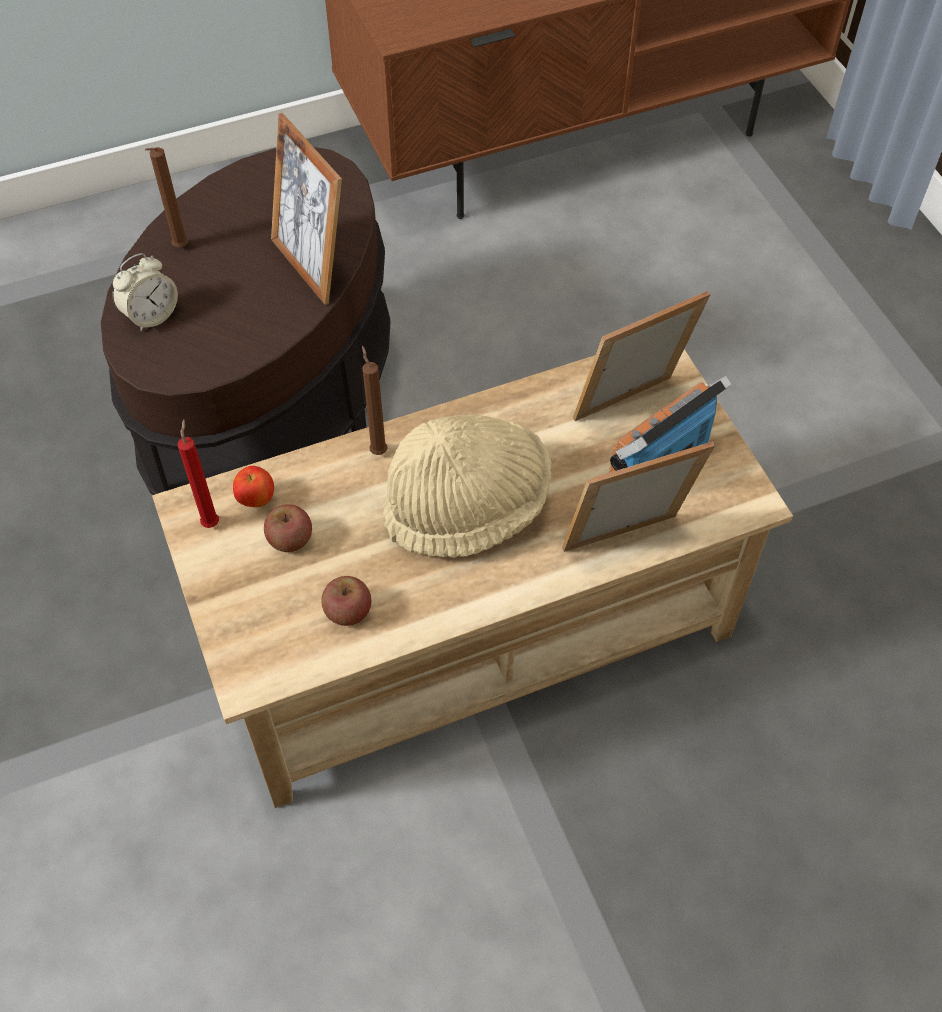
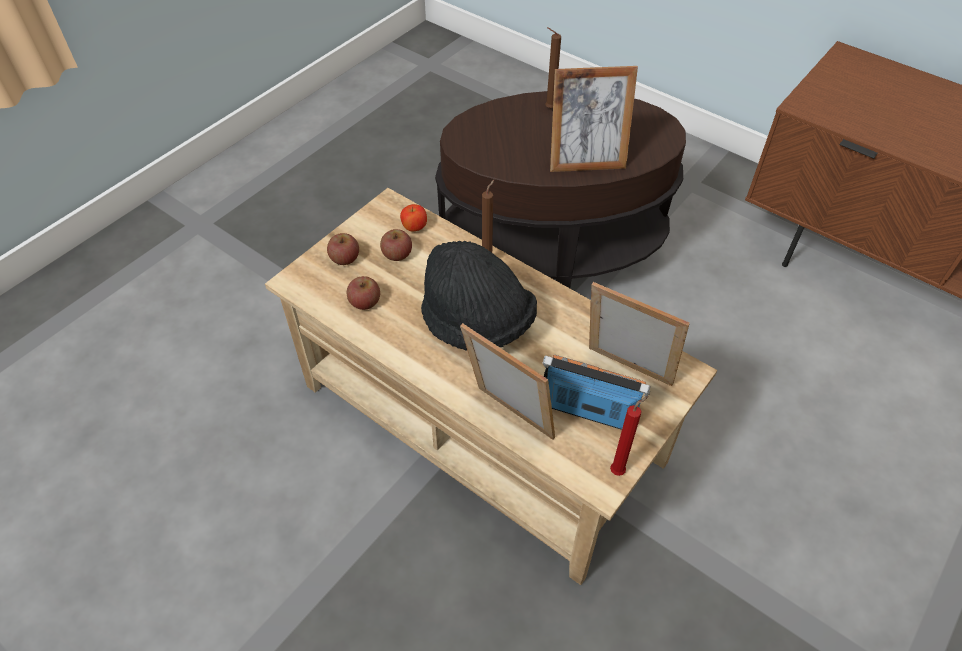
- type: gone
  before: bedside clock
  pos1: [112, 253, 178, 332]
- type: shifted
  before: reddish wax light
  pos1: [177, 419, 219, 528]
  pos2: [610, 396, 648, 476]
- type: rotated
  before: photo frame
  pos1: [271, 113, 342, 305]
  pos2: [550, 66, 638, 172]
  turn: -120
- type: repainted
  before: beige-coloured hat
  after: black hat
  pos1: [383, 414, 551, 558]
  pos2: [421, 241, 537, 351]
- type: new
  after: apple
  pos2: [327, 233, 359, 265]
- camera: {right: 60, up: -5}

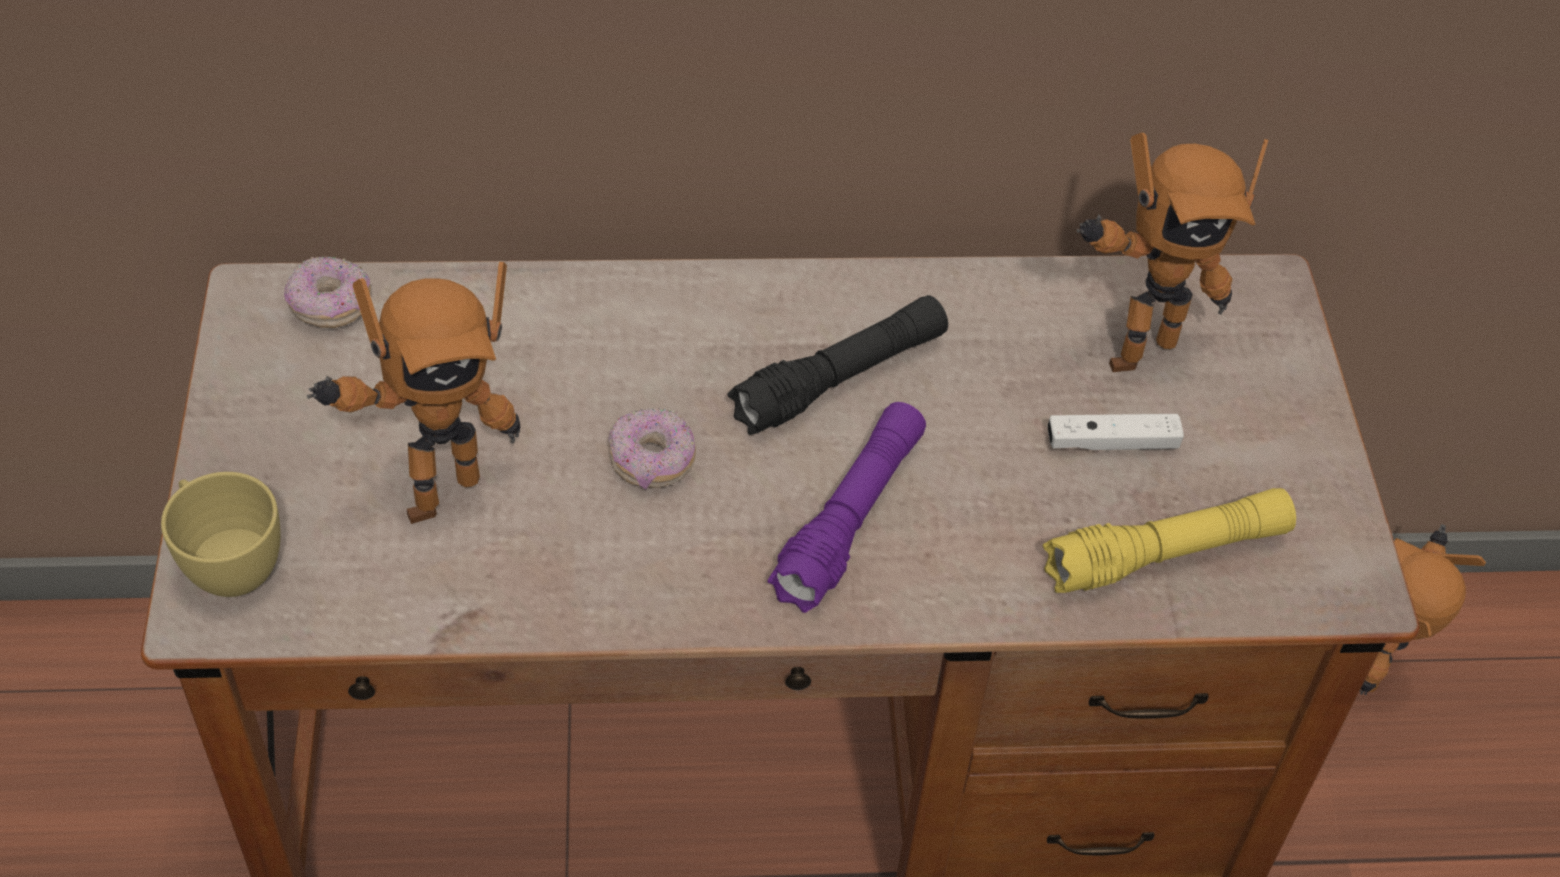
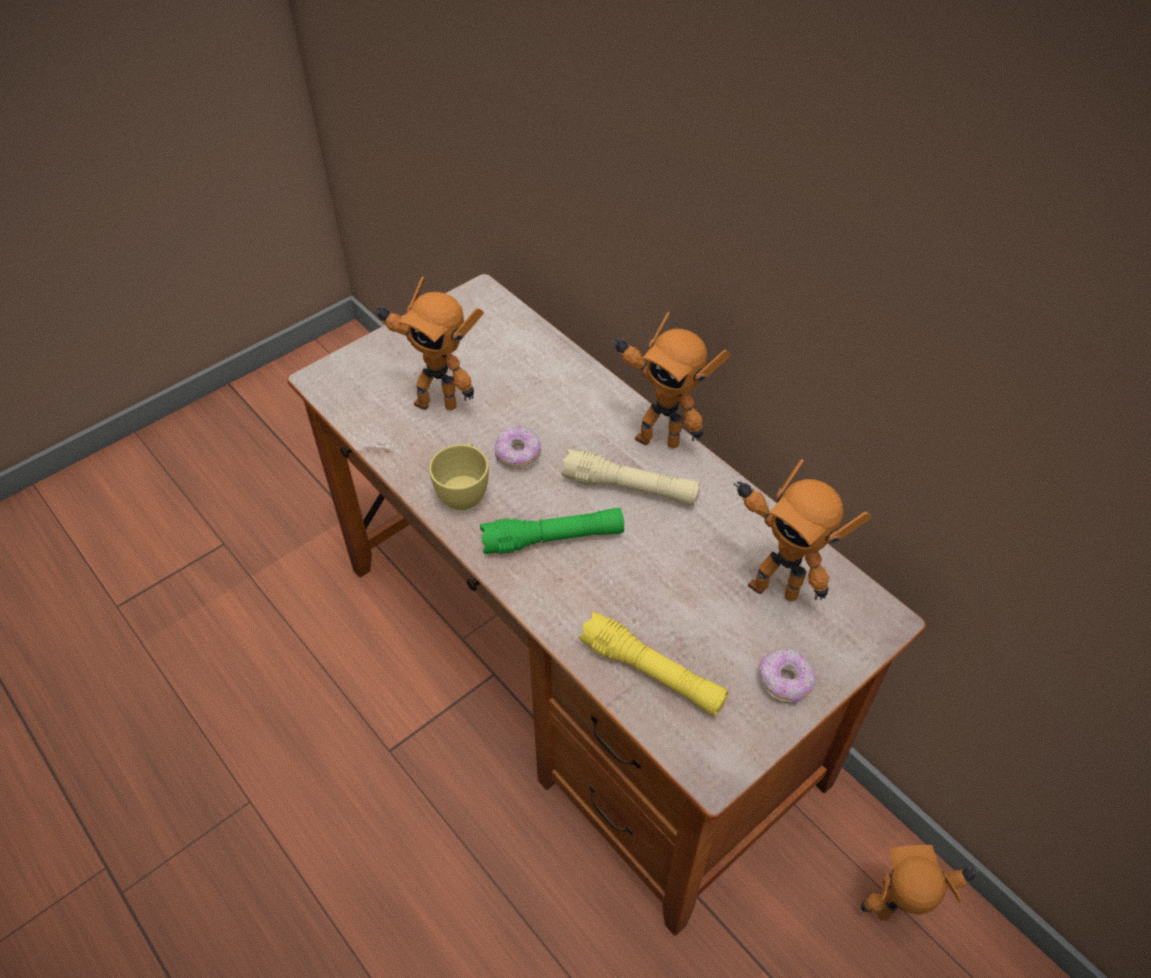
- type: shifted
  before: yellow cup
  pos1: [161, 472, 281, 597]
  pos2: [429, 443, 489, 510]
- type: shifted
  before: ring doughnut
  pos1: [284, 256, 371, 328]
  pos2: [759, 648, 815, 704]
- type: repainted
  before: black flashlight
  after: beige-coloured flashlight
  pos1: [728, 295, 948, 435]
  pos2: [561, 449, 700, 506]
- type: repainted
  before: purplish flashlight
  after: green flashlight
  pos1: [767, 402, 926, 613]
  pos2: [480, 508, 624, 554]
- type: gone
  before: whitish gamepad
  pos1: [1048, 414, 1184, 450]
- type: new
  after: model robot
  pos2: [612, 312, 731, 448]
- camera: {right: 55, up: 0}

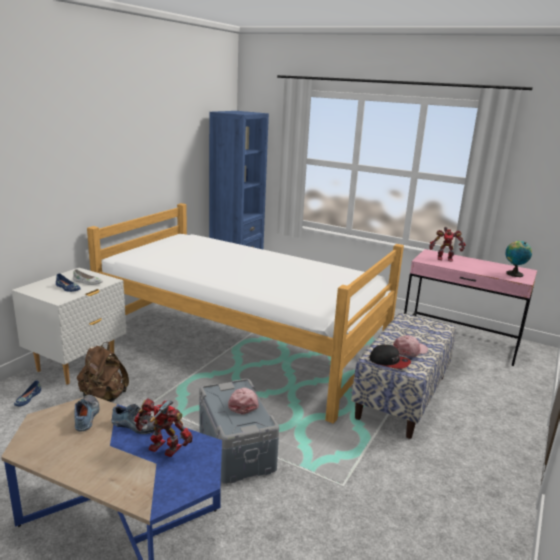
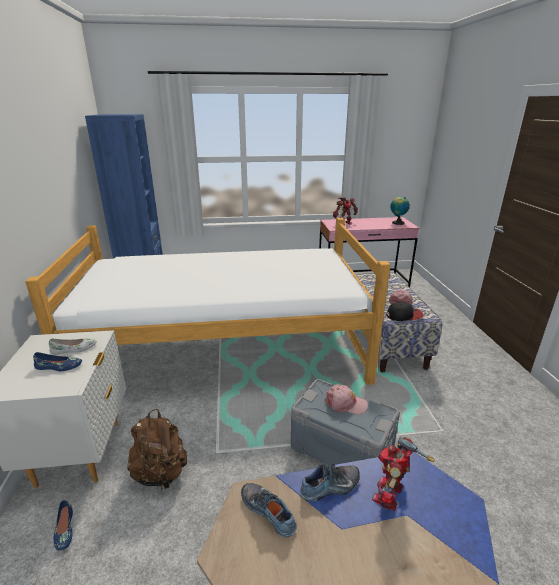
- type: rotated
  before: model robot
  pos1: [134, 399, 193, 457]
  pos2: [372, 437, 435, 511]
  turn: -45
- type: rotated
  before: pinkish peaked cap
  pos1: [228, 388, 259, 415]
  pos2: [325, 384, 368, 414]
  turn: 135
- camera: {right: -35, up: 5}

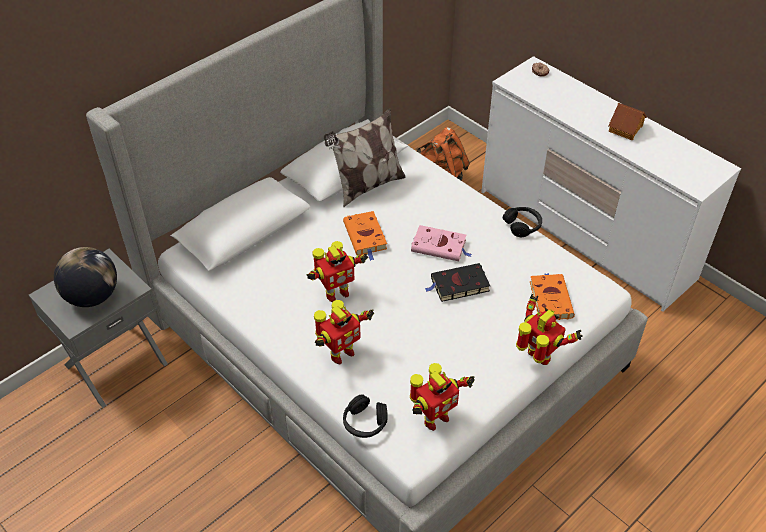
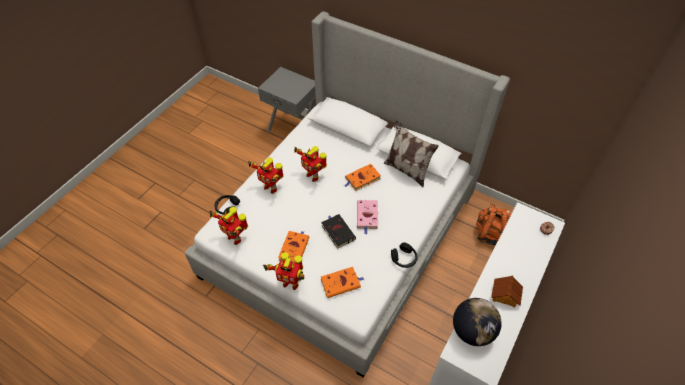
- type: shifted
  before: world globe
  pos1: [54, 247, 117, 307]
  pos2: [453, 298, 502, 346]
- type: rotated
  before: model robot
  pos1: [516, 294, 583, 365]
  pos2: [263, 252, 304, 290]
  turn: 75
- type: new
  after: orange-coloured volume
  pos2: [278, 231, 309, 263]
- camera: {right: 75, up: 5}

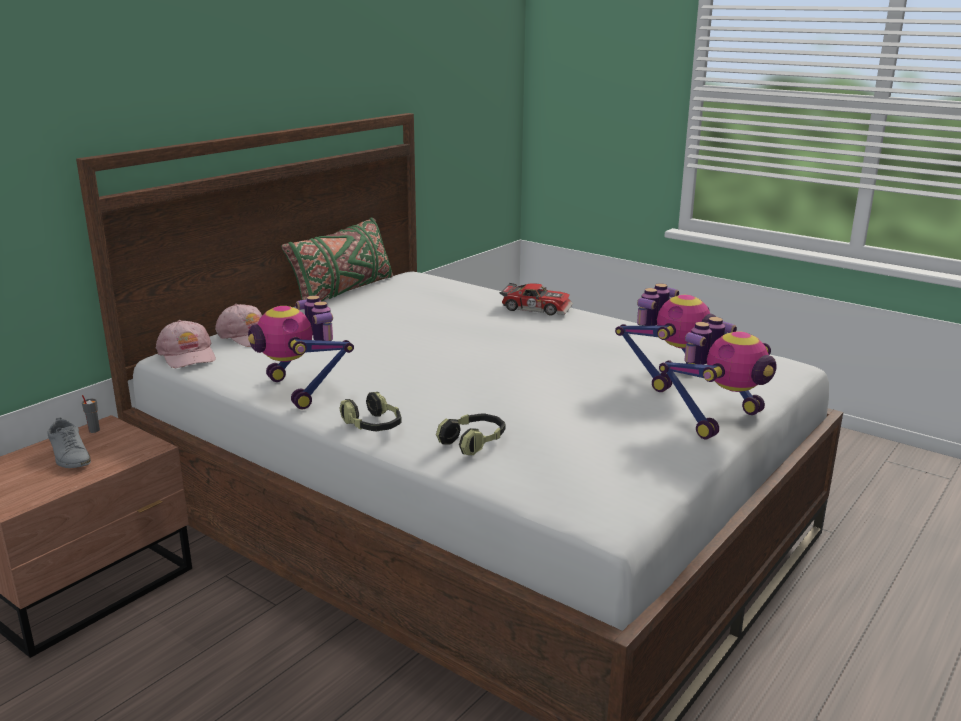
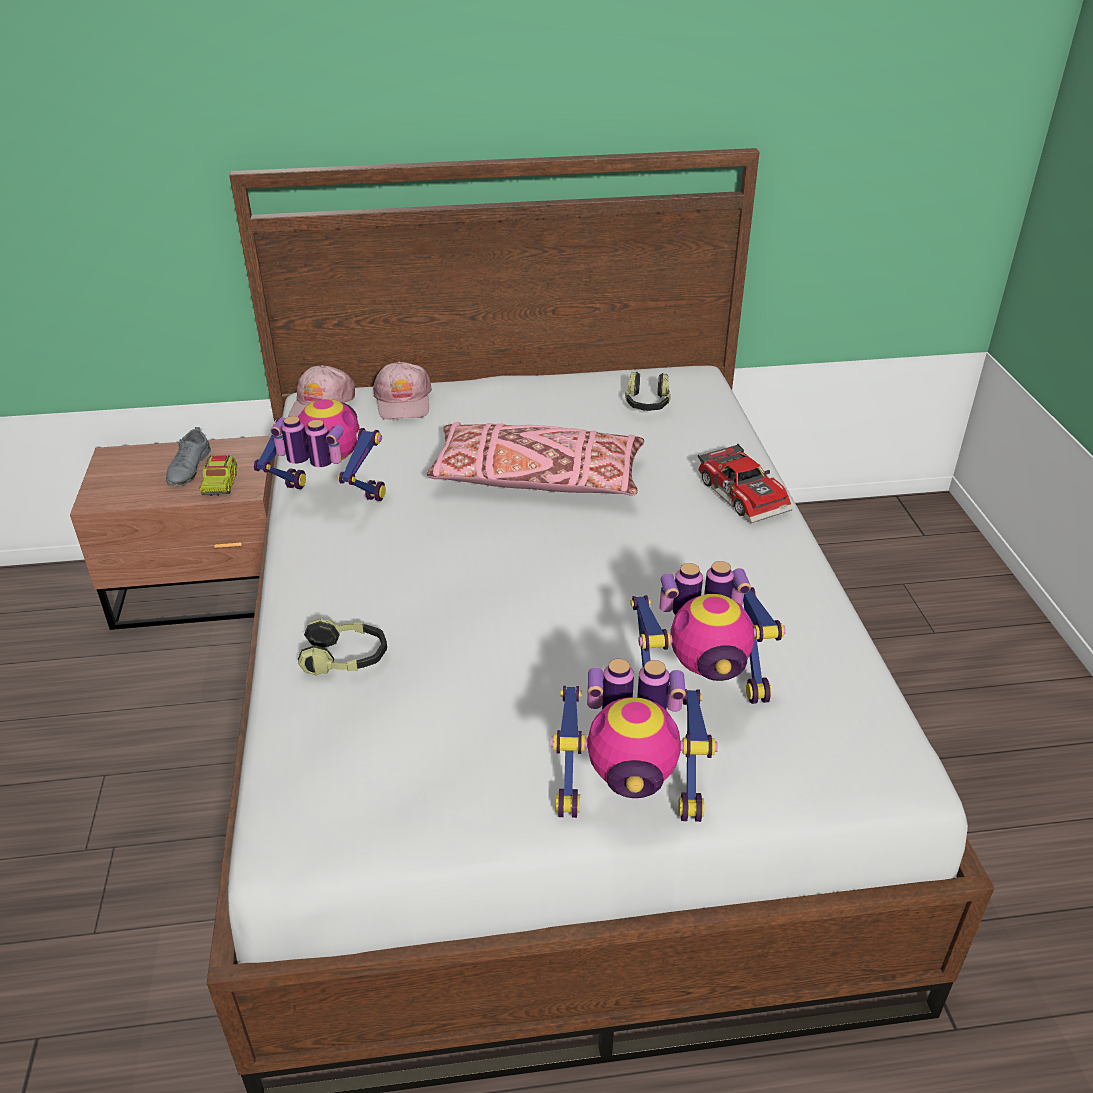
- type: gone
  before: greyish cup
  pos1: [82, 395, 100, 433]
- type: rotated
  before: model robot
  pos1: [248, 296, 354, 409]
  pos2: [253, 399, 386, 501]
  turn: 90
- type: gone
  before: green pillow
  pos1: [281, 217, 393, 301]
- type: shifted
  before: headset
  pos1: [339, 392, 402, 431]
  pos2: [625, 372, 671, 411]
- type: new
  after: toy truck
  pos2: [199, 455, 237, 496]
- type: new
  after: pinkish pillow
  pos2: [427, 422, 644, 496]
- camera: {right: 45, up: 15}

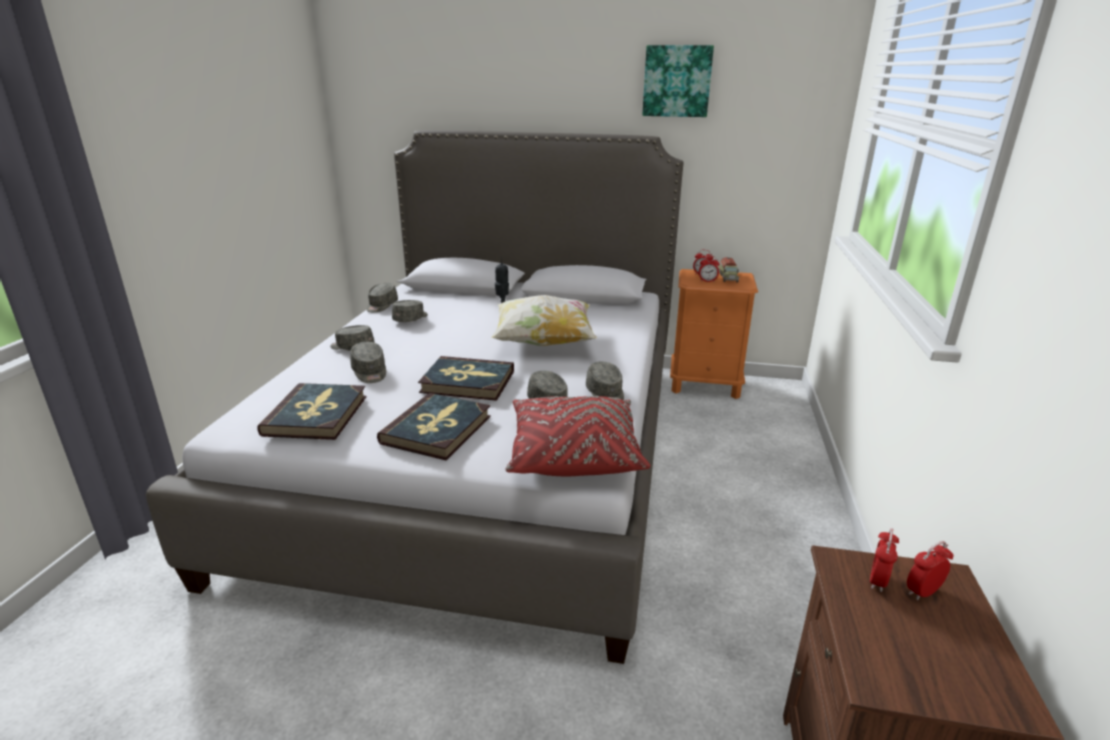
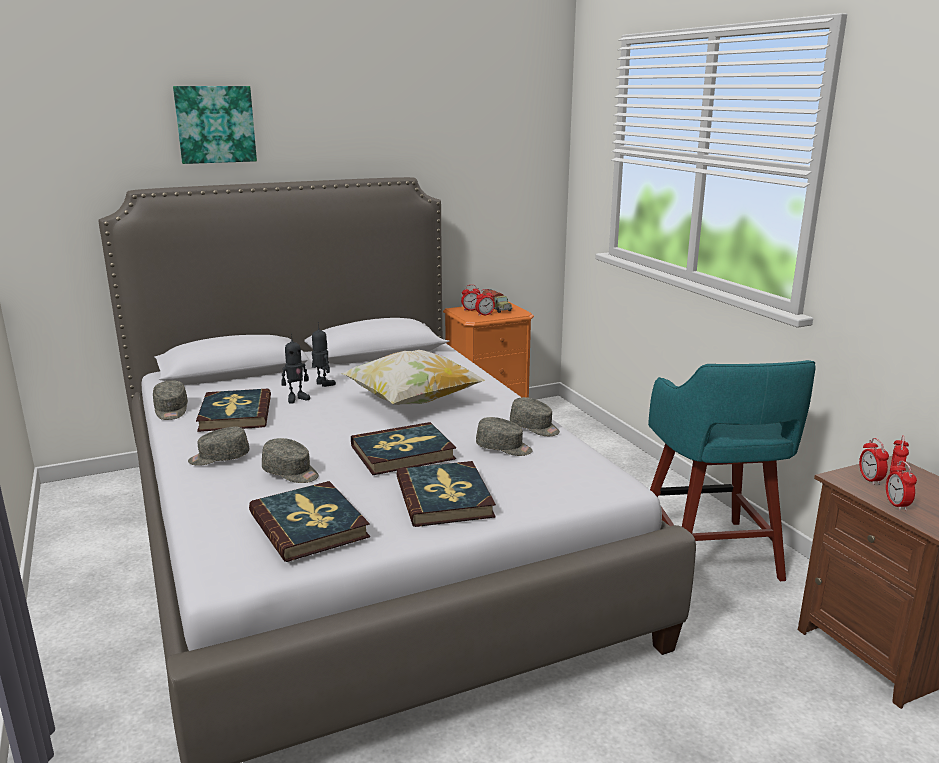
- type: swapped
  before: greyish peaked cap
  after: volume
  pos1: [392, 300, 428, 322]
  pos2: [196, 389, 271, 432]
- type: gone
  before: reddish pillow
  pos1: [506, 396, 650, 476]
- type: shifted
  before: wall picture
  pos1: [642, 45, 714, 117]
  pos2: [173, 86, 257, 164]
- type: new
  after: model robot
  pos2: [281, 333, 310, 404]
- type: new
  after: blue-green stool
  pos2: [648, 360, 816, 581]
- type: new
  after: bedside clock
  pos2: [886, 461, 917, 511]
- camera: {right: -35, up: -5}

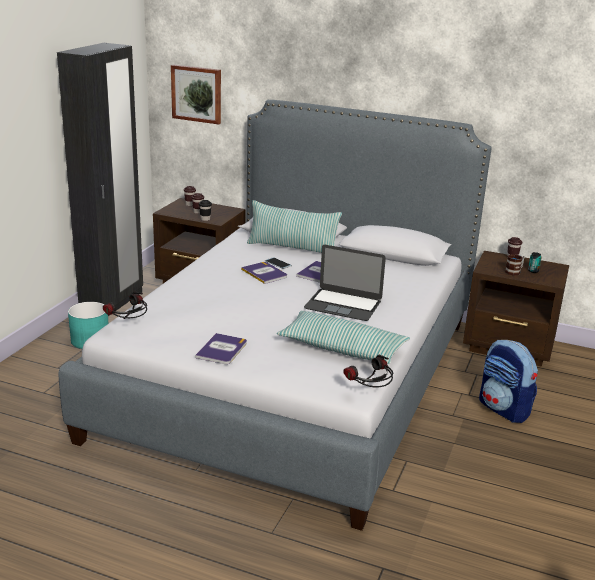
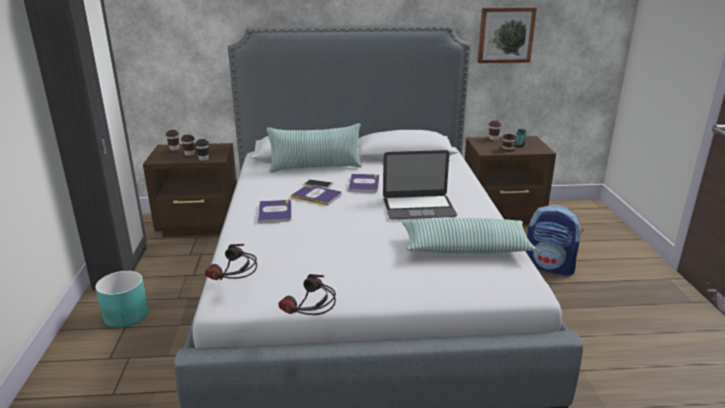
- type: shifted
  before: wall picture
  pos1: [171, 64, 221, 124]
  pos2: [477, 7, 537, 63]
- type: shifted
  before: volume
  pos1: [195, 333, 247, 364]
  pos2: [258, 200, 292, 223]
- type: shifted
  before: headset
  pos1: [343, 354, 393, 388]
  pos2: [279, 274, 336, 315]
- camera: {right: -25, up: 0}

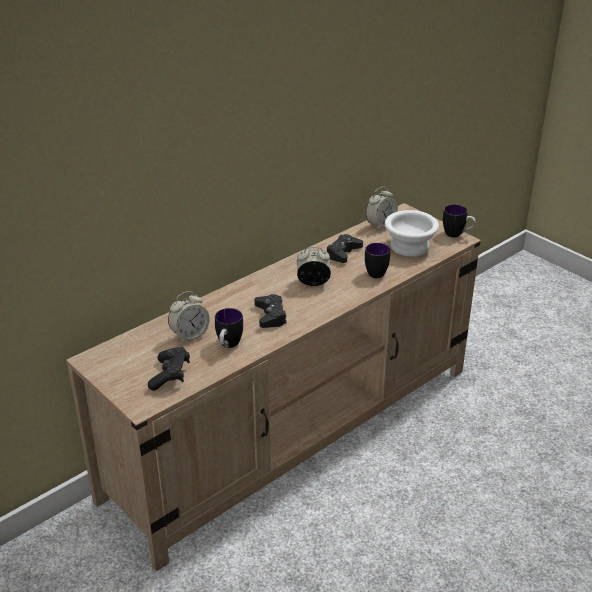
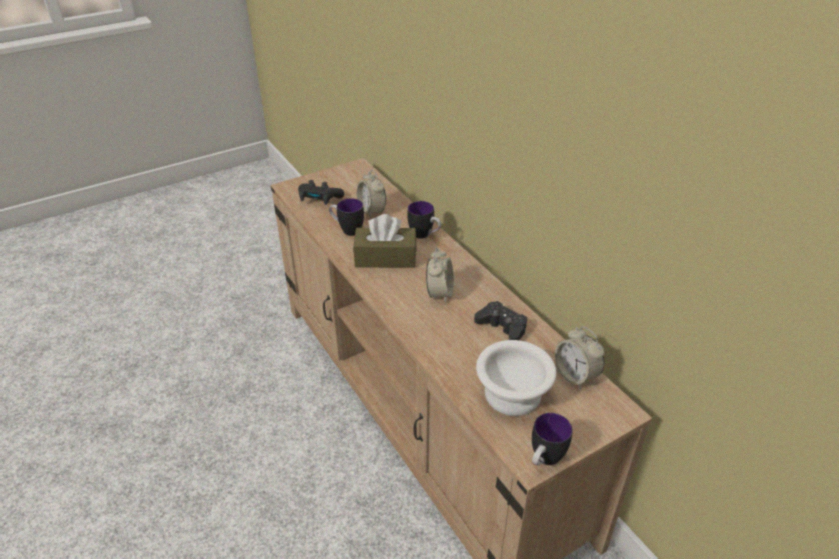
- type: swapped
  before: black gamepad
  after: brown-coloured box of tissues
  pos1: [255, 294, 287, 328]
  pos2: [353, 214, 417, 268]
- type: shifted
  before: mug
  pos1: [365, 243, 390, 278]
  pos2: [407, 201, 441, 239]
- camera: {right: 100, up: 5}

